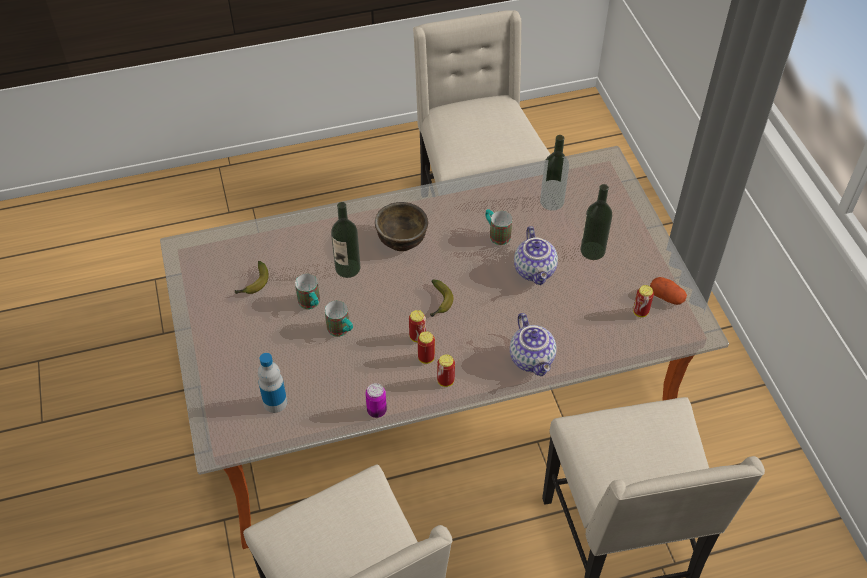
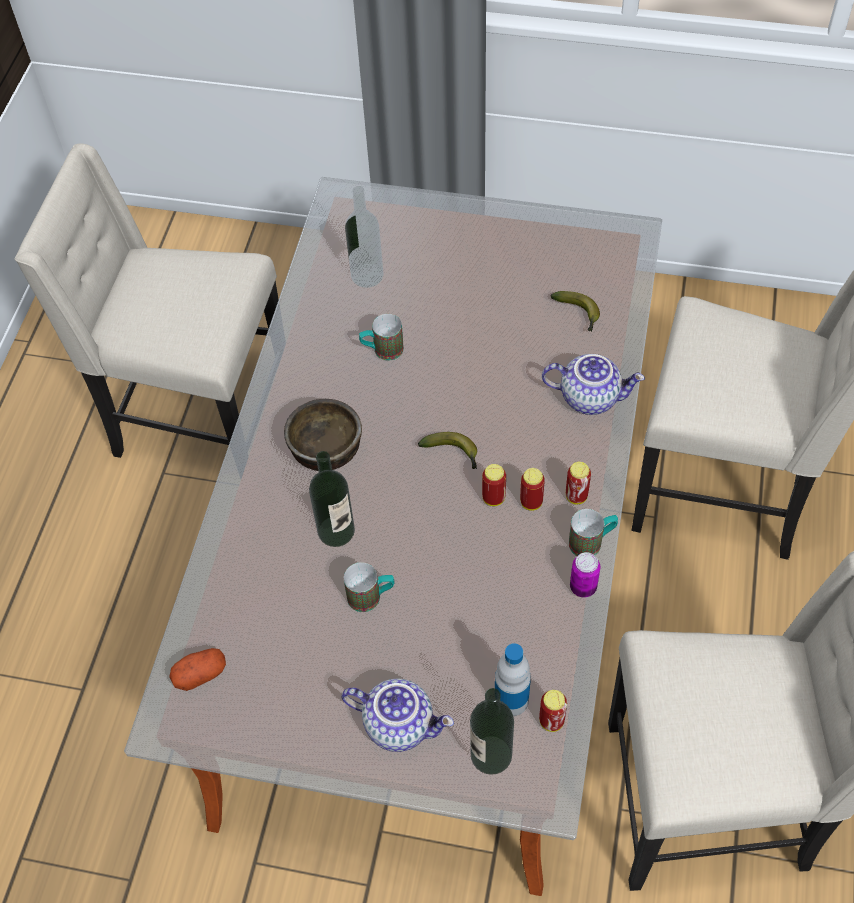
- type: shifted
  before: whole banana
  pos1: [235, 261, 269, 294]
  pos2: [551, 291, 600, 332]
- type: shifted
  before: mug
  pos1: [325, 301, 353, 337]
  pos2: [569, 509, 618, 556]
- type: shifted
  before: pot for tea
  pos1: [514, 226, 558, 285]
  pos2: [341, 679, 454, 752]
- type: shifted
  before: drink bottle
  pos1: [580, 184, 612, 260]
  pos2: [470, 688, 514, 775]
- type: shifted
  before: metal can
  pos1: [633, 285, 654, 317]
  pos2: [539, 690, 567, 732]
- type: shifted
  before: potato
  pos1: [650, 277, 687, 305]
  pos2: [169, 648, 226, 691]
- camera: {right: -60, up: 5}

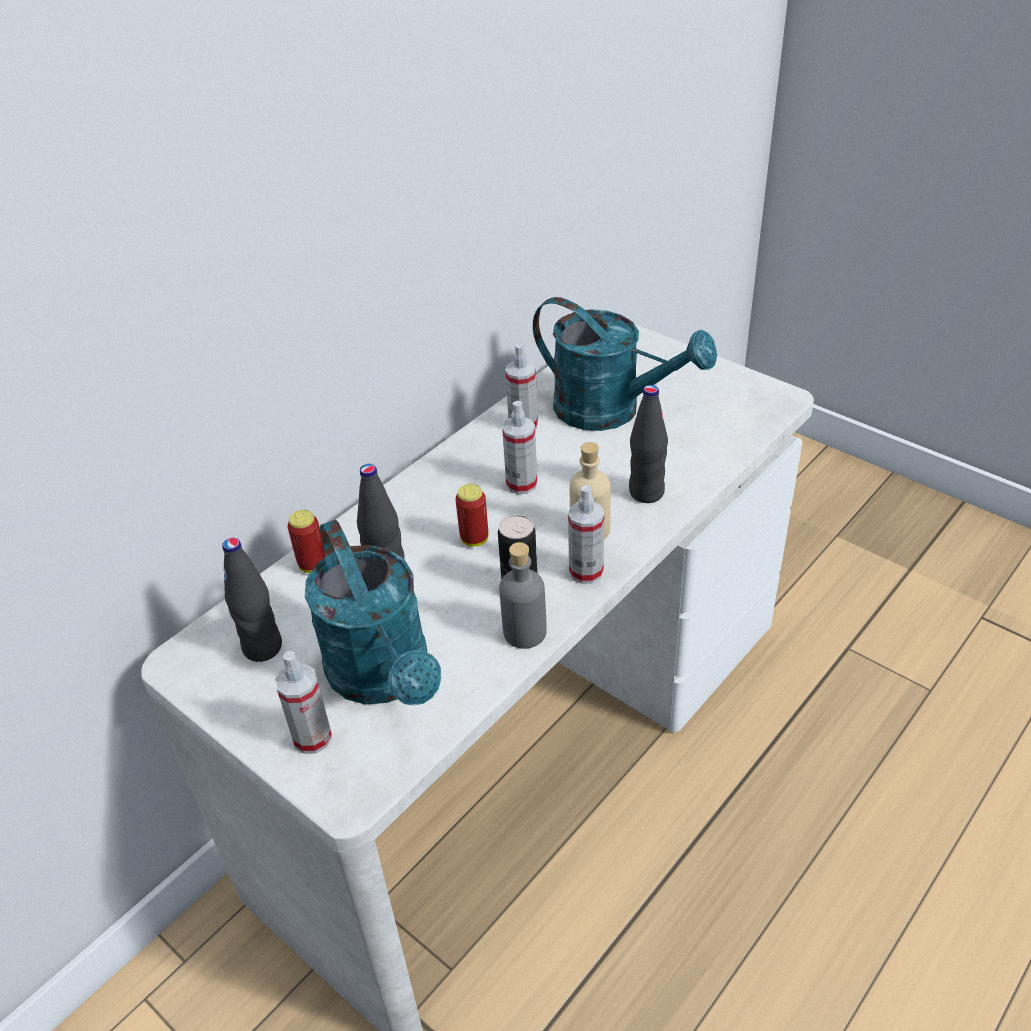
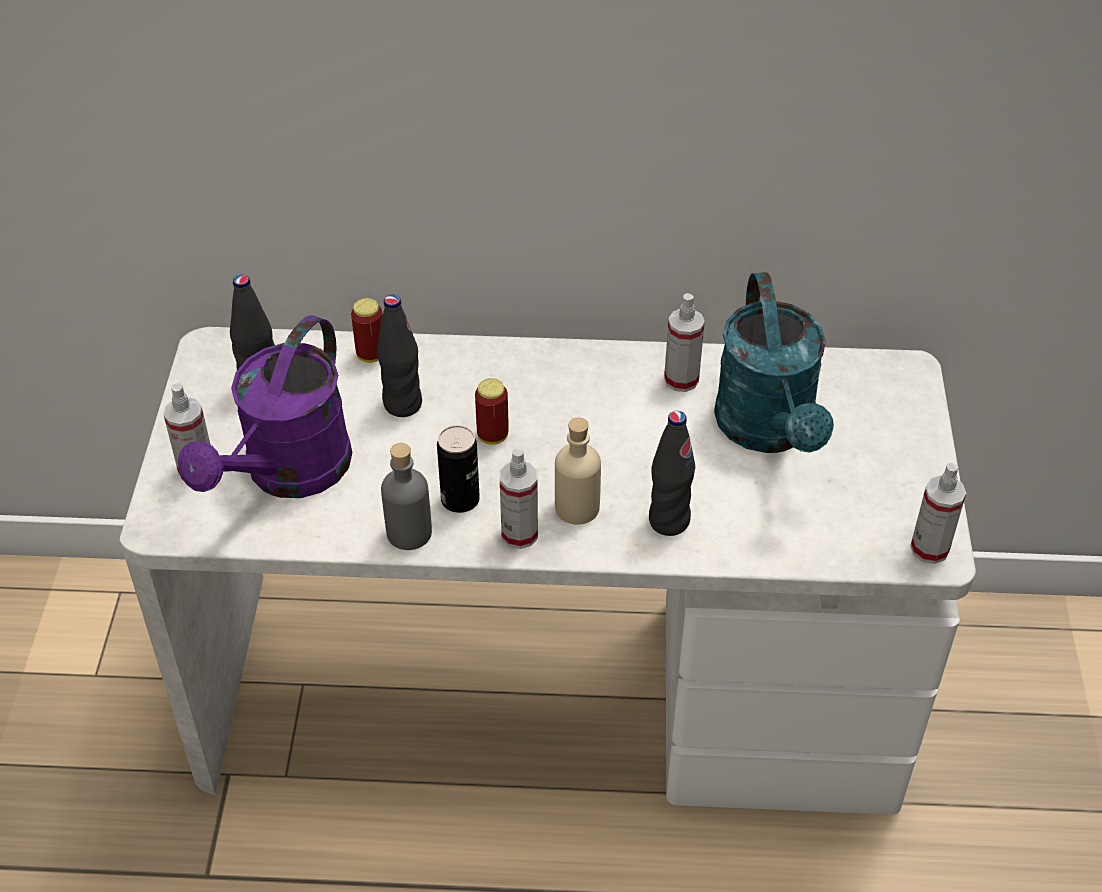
- type: repainted
  before: blue-green sprinkling can
  after: purplish sprinkling can
  pos1: [305, 520, 441, 706]
  pos2: [178, 315, 352, 498]
- type: shifted
  before: hand sprayer
  pos1: [502, 401, 537, 494]
  pos2: [910, 463, 966, 564]
- camera: {right: 50, up: 5}

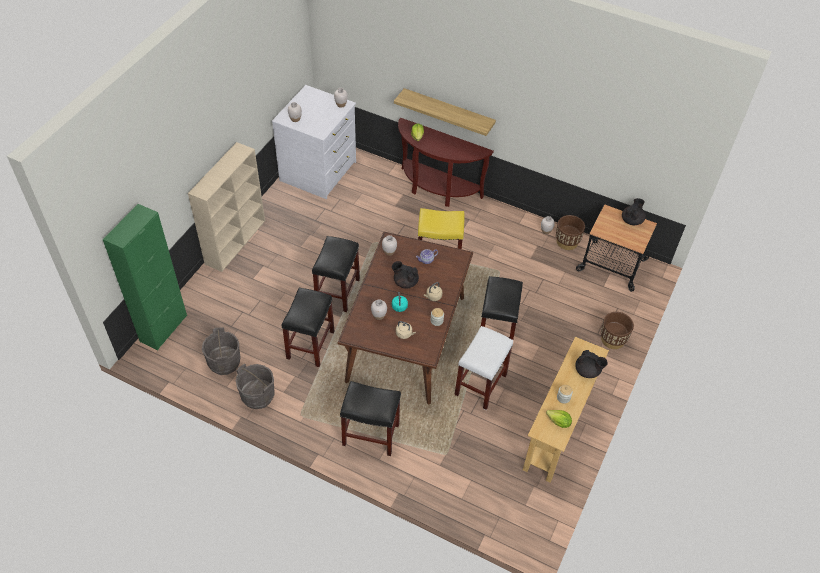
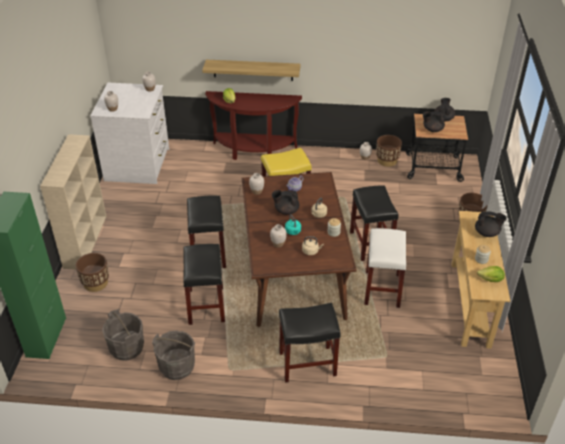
- type: new
  after: brown-coloured plant pot
  pos2: [76, 253, 109, 292]
- type: new
  after: black pot for tea
  pos2: [423, 111, 445, 132]
- camera: {right: -20, up: -10}

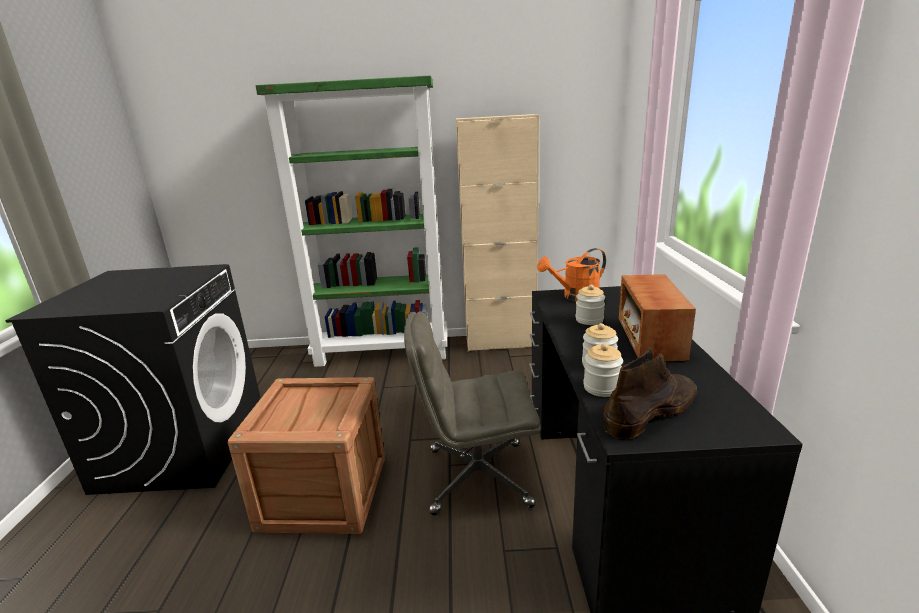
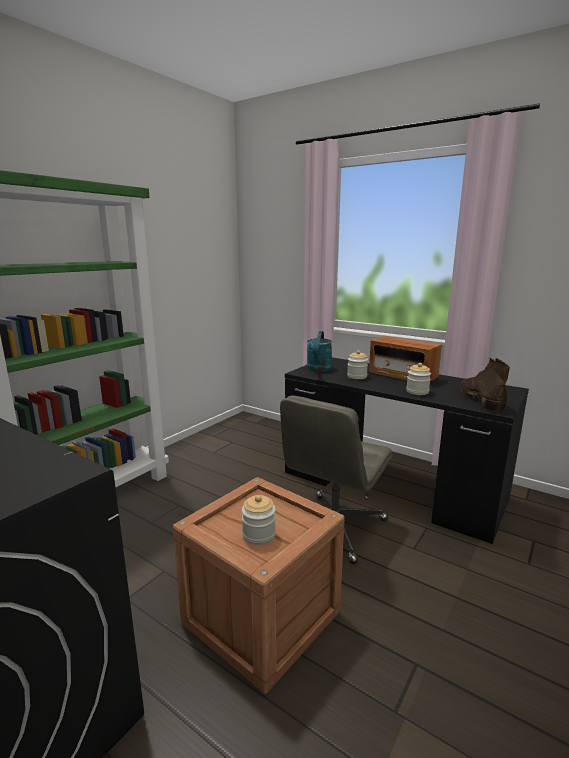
- type: gone
  before: beige-coloured cupboard
  pos1: [456, 114, 539, 352]
- type: repainted
  before: orange-coloured sprinkling can
  after: blue-green sprinkling can
  pos1: [537, 248, 606, 302]
  pos2: [307, 331, 332, 372]
- type: shifted
  before: preserve jar
  pos1: [583, 343, 623, 397]
  pos2: [242, 495, 276, 545]
- camera: {right: -55, up: -5}

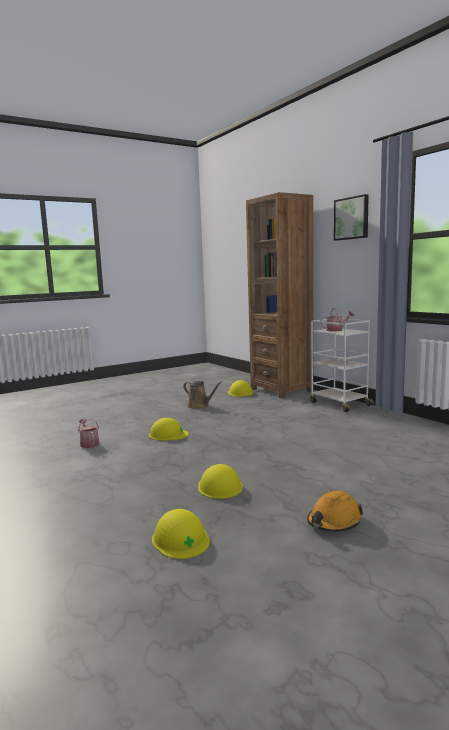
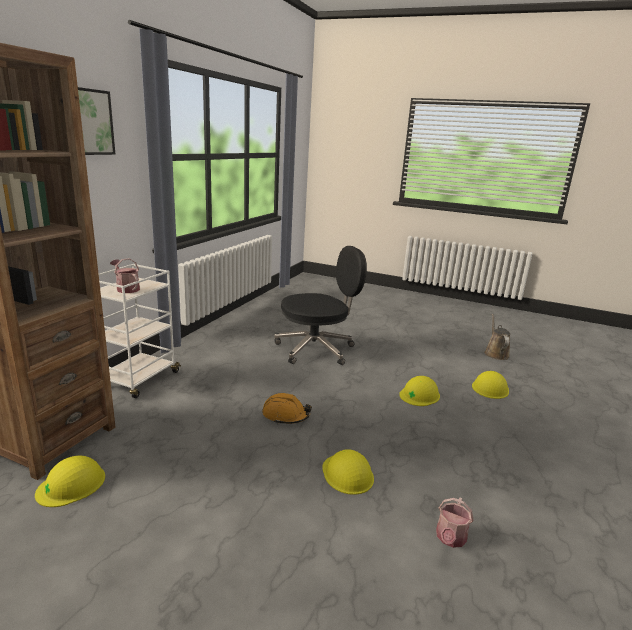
- type: shifted
  before: brown-coloured sprinkling can
  pos1: [183, 381, 222, 409]
  pos2: [484, 314, 510, 360]
- type: shifted
  before: orange-coloured safety helmet
  pos1: [307, 491, 363, 532]
  pos2: [262, 393, 312, 424]
- type: new
  after: black desk chair
  pos2: [274, 246, 367, 365]
- camera: {right: -125, up: 10}

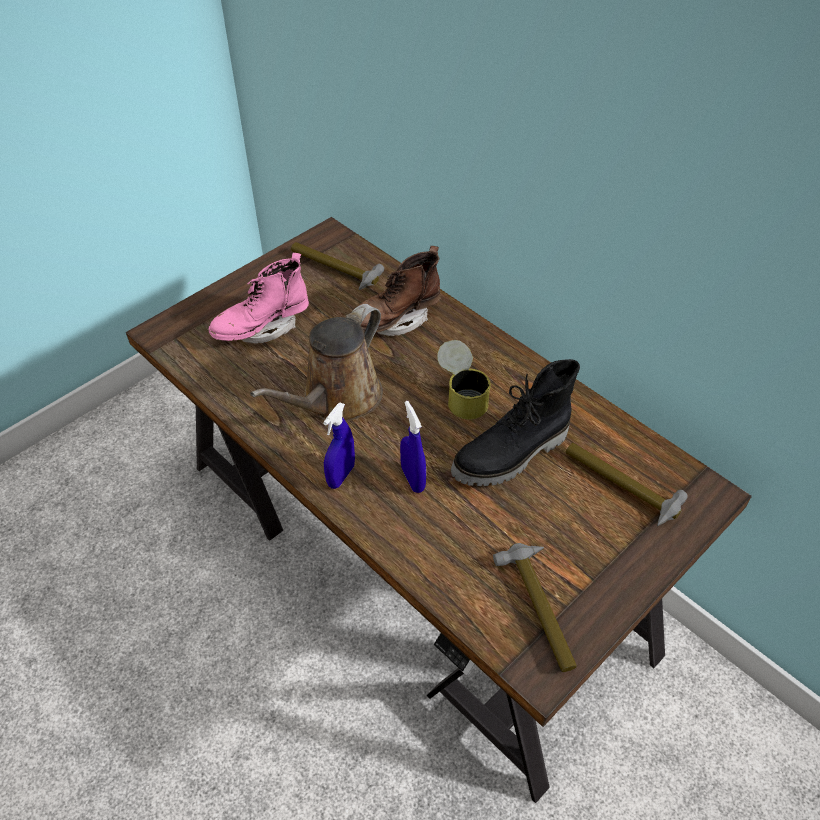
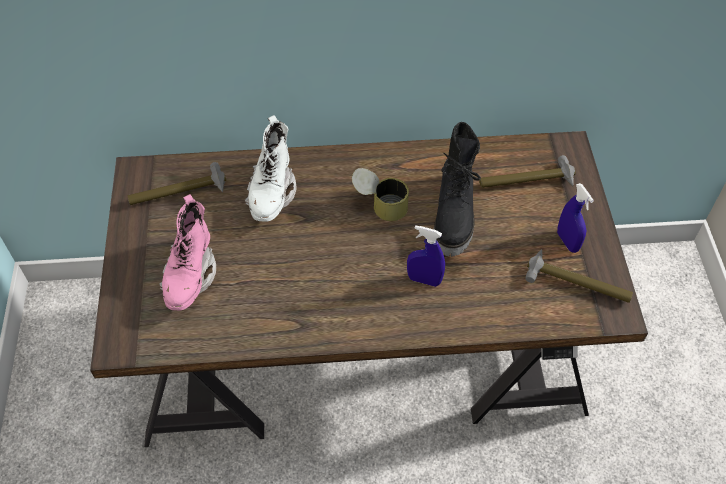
- type: gone
  before: brown-coloured sprinkling can
  pos1: [250, 304, 383, 422]
- type: shifted
  before: blue hand sprayer
  pos1: [323, 403, 355, 489]
  pos2: [557, 183, 594, 253]
- type: repainted
  before: brown-coloured high-top boot
  after: whitish high-top boot
  pos1: [352, 246, 441, 336]
  pos2: [244, 115, 296, 222]
- camera: {right: -50, up: 5}

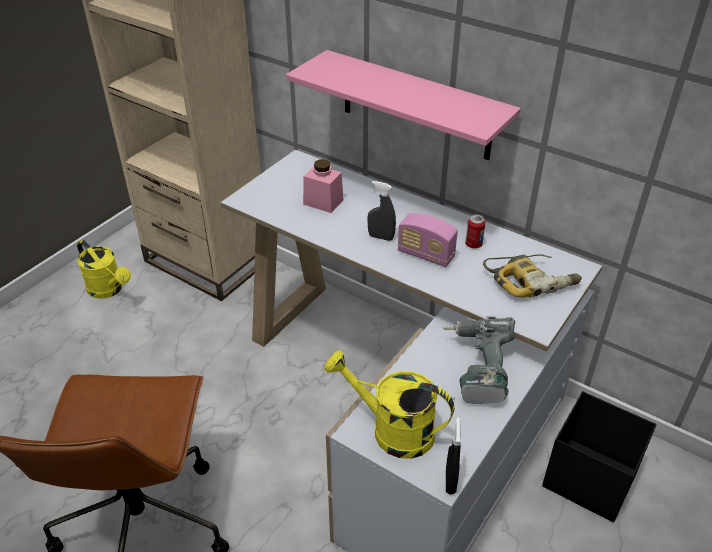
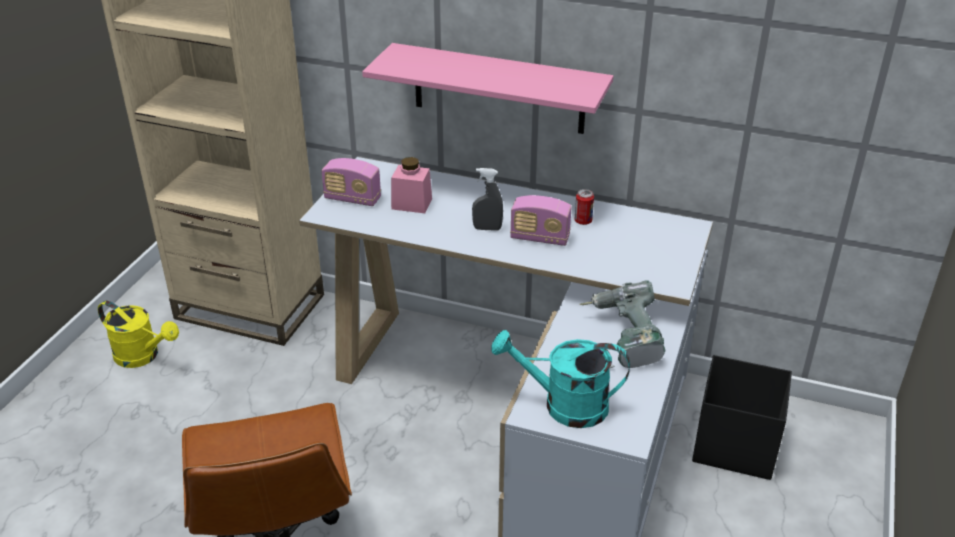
- type: repainted
  before: yellow sprinkling can
  after: blue-green sprinkling can
  pos1: [324, 350, 454, 459]
  pos2: [491, 330, 630, 428]
- type: gone
  before: black hand sprayer
  pos1: [446, 417, 461, 495]
- type: gone
  before: power drill
  pos1: [483, 254, 582, 298]
- type: new
  after: radio set
  pos2: [321, 158, 381, 206]
- camera: {right: -15, up: -5}

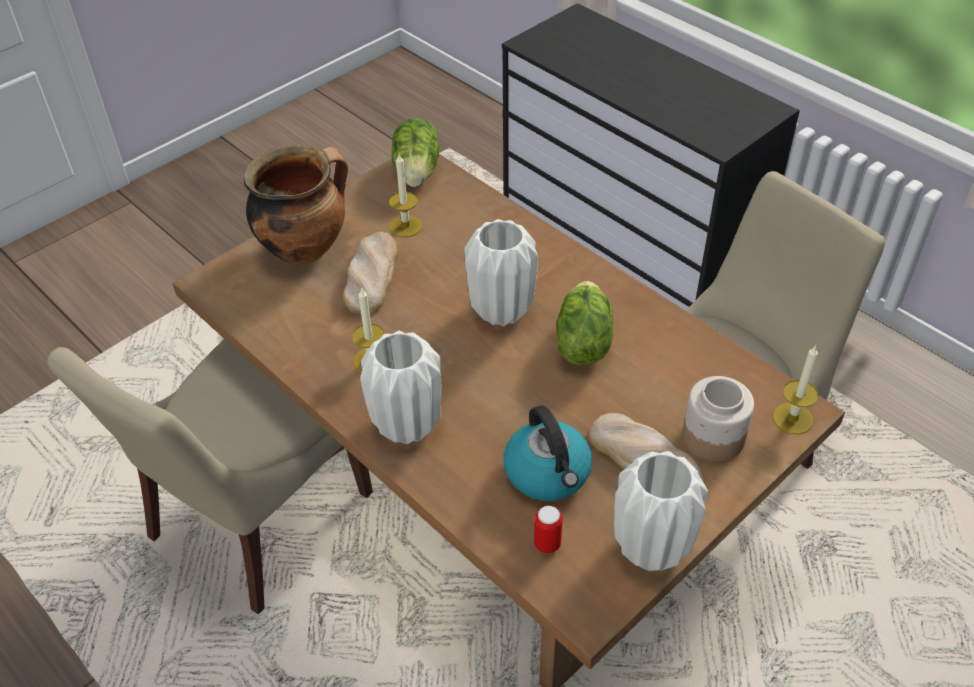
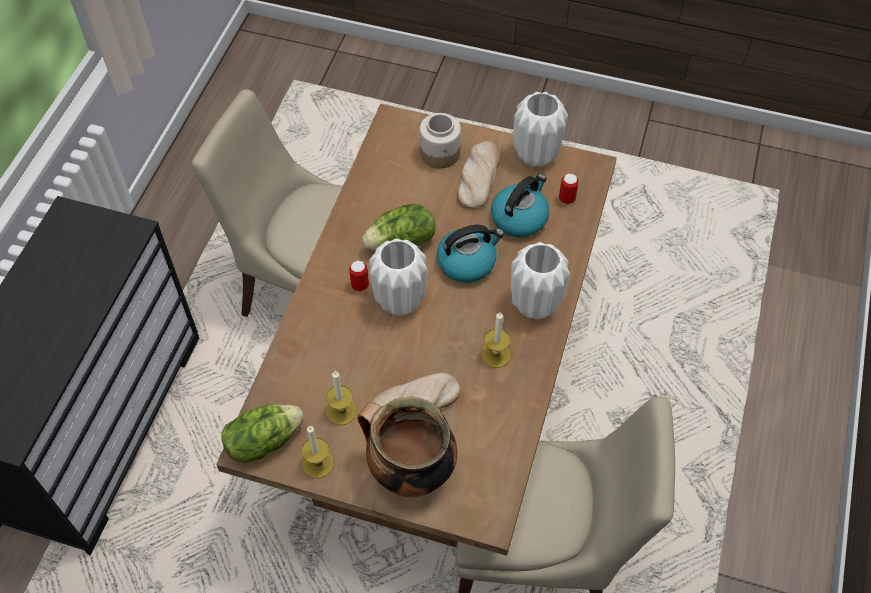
- type: shifted
  before: wax light
  pos1: [773, 345, 818, 434]
  pos2: [301, 425, 334, 478]
- type: new
  after: metal can
  pos2: [349, 261, 369, 291]
- type: new
  after: kettle
  pos2: [437, 225, 504, 283]
- camera: {right: -120, up: 10}

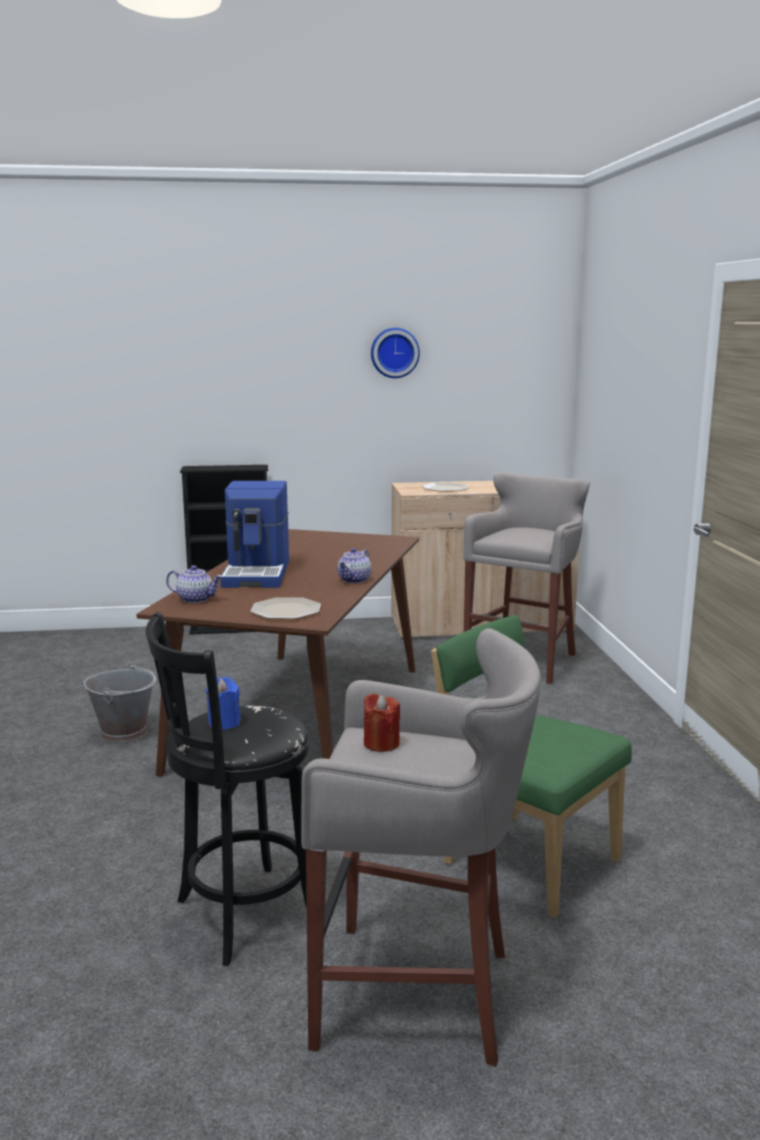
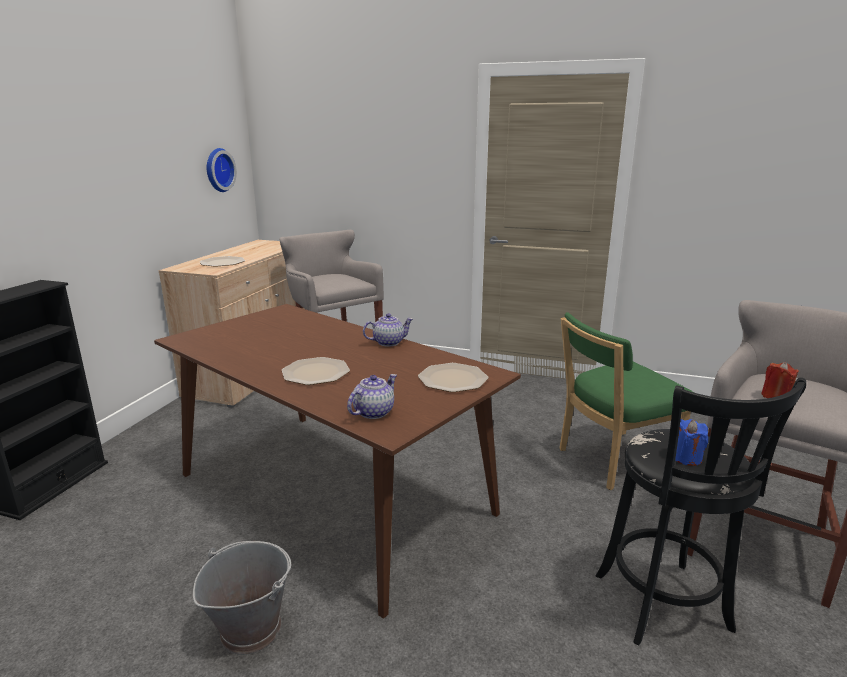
- type: swapped
  before: coffee brewer
  after: flat dish
  pos1: [220, 481, 289, 588]
  pos2: [282, 357, 350, 385]
- type: rotated
  before: pot for tea
  pos1: [337, 548, 371, 583]
  pos2: [363, 313, 413, 347]
  turn: -75
- type: shifted
  before: hanging clock
  pos1: [371, 328, 420, 378]
  pos2: [207, 148, 237, 192]
- camera: {right: -65, up: 5}

